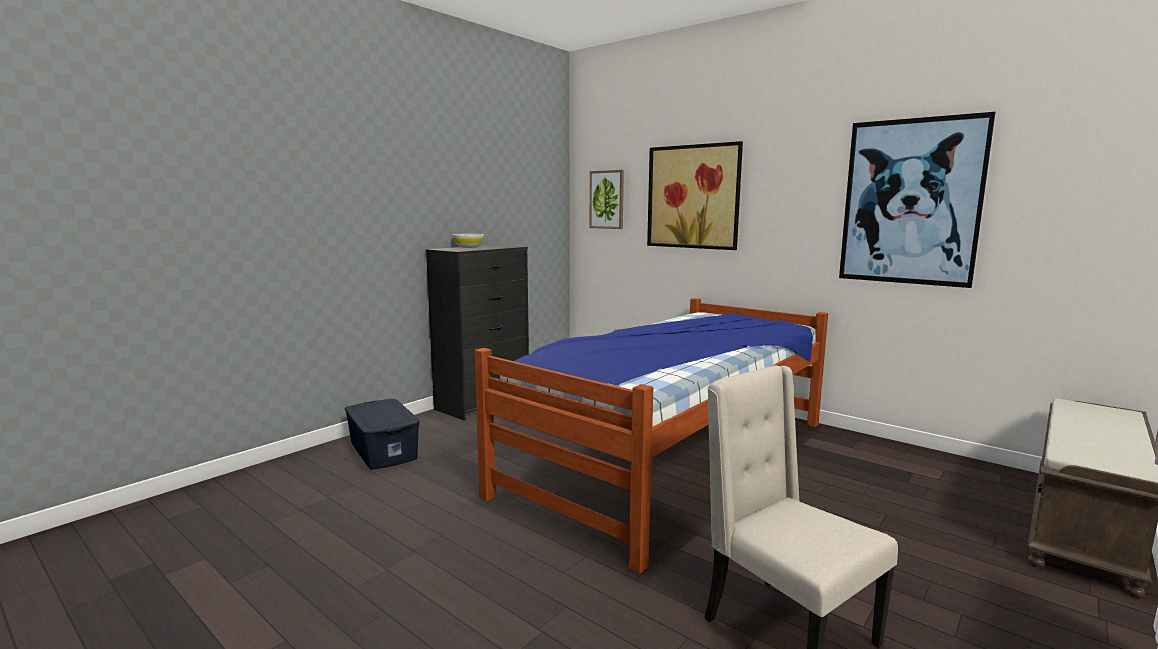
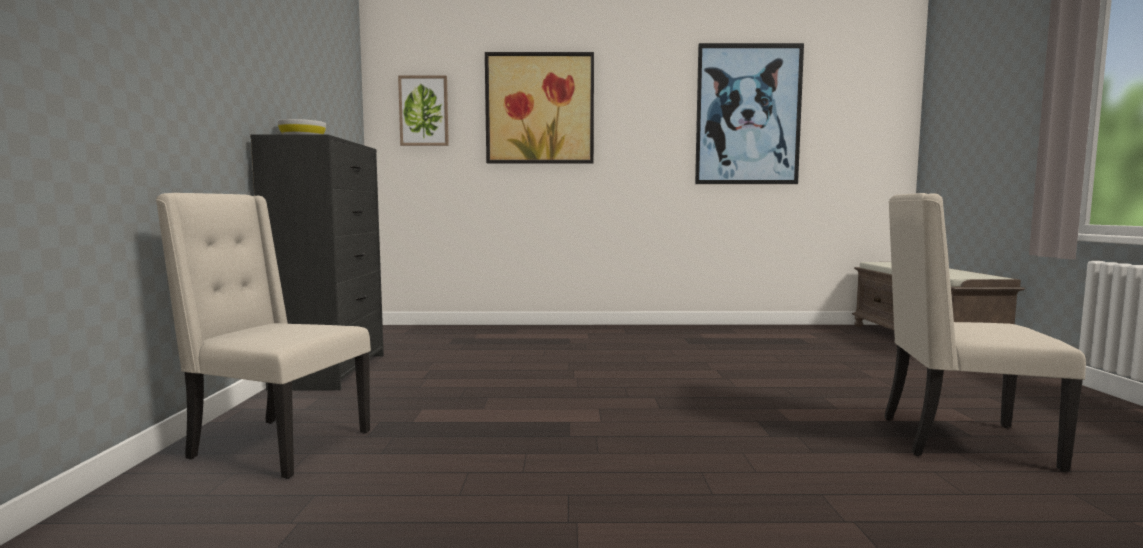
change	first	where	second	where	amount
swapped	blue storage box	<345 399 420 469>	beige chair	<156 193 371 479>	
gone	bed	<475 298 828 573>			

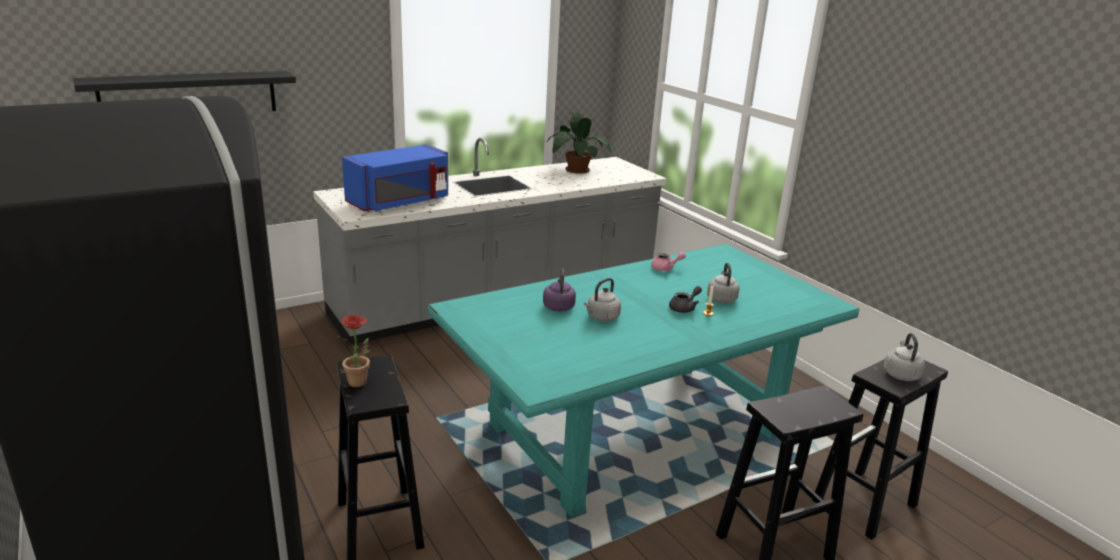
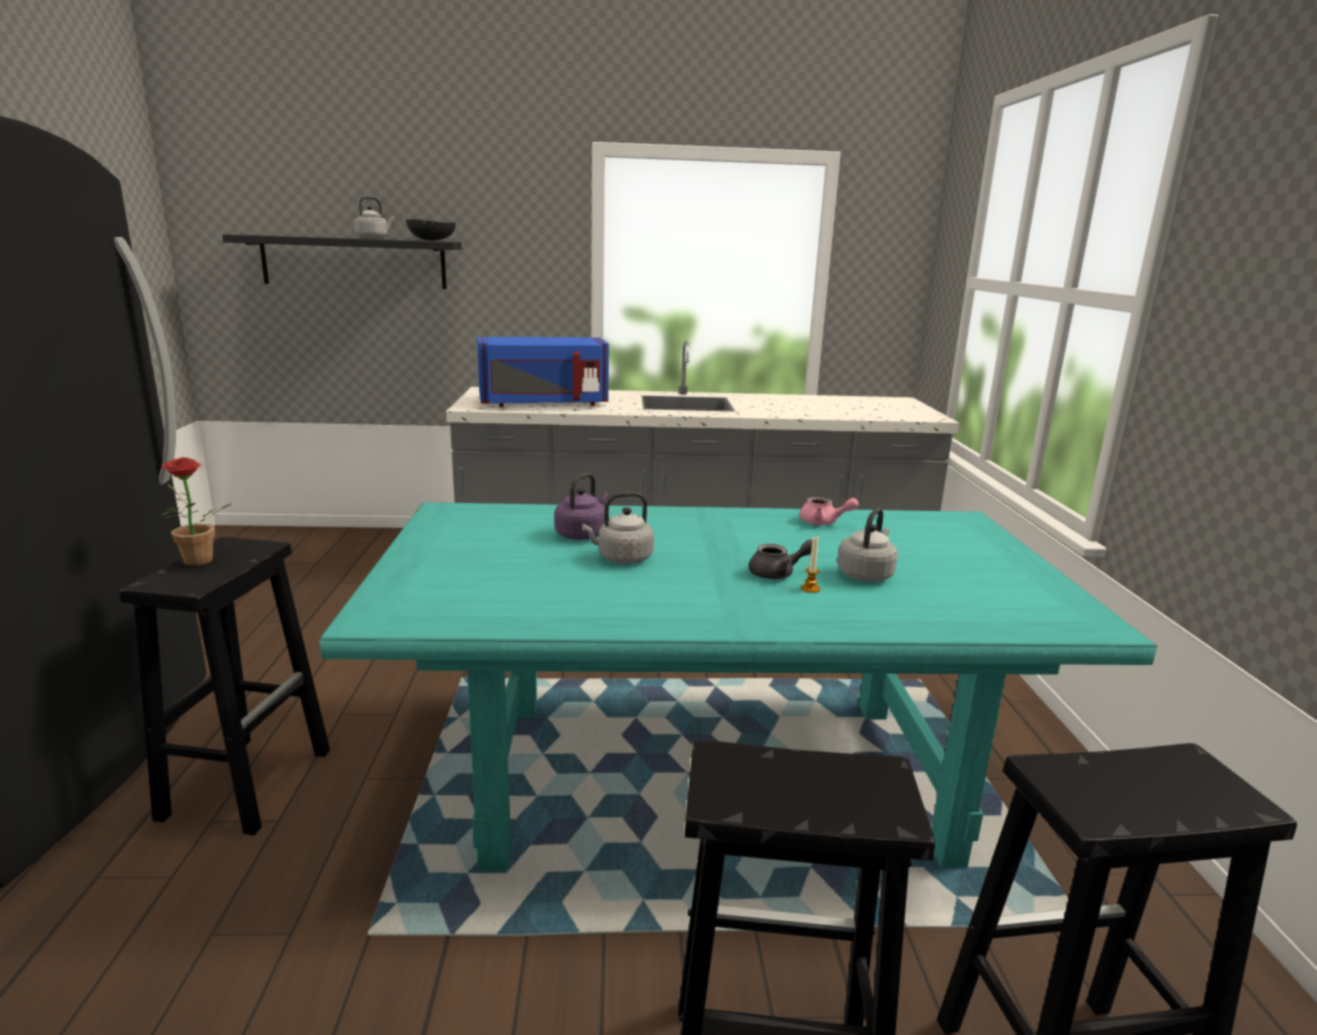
change	first	where	second	where	amount
gone	potted plant	<547 103 611 173>			
shifted	grey kettle	<884 333 925 381>		<354 196 394 239>	
new			black bowl	<406 219 456 241>	

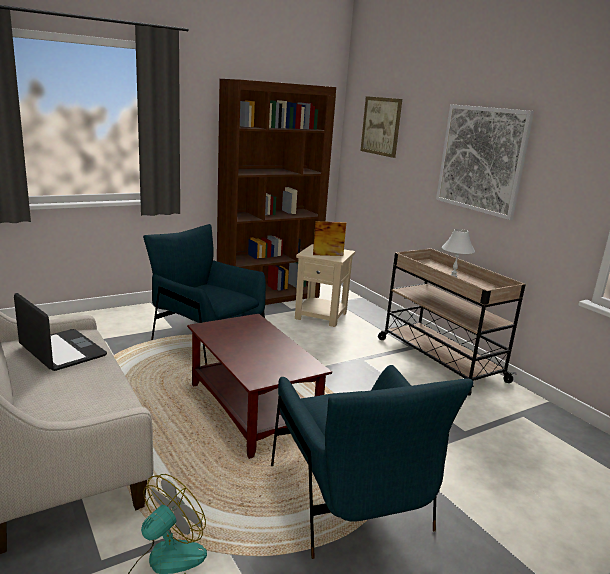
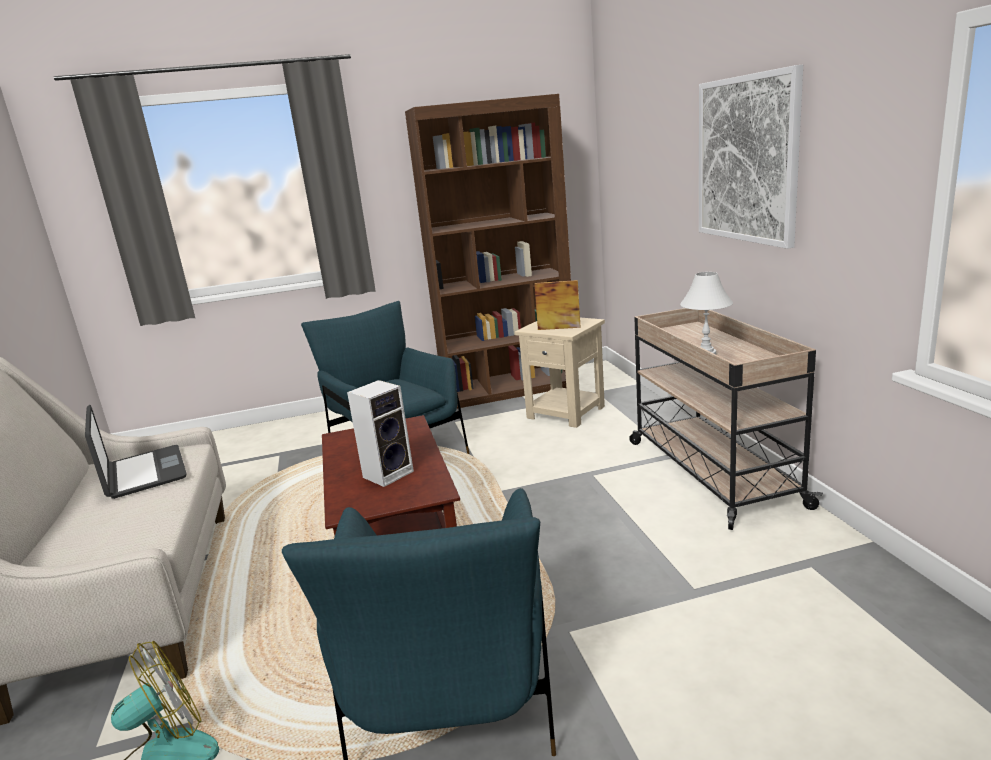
change	first	where	second	where	amount
gone	picture	<360 96 402 158>			
new			speaker	<347 380 414 487>	

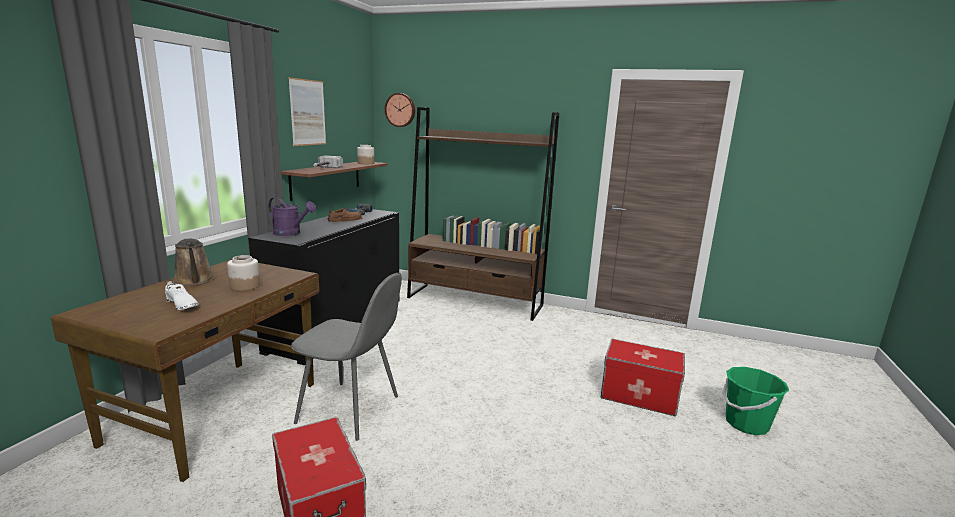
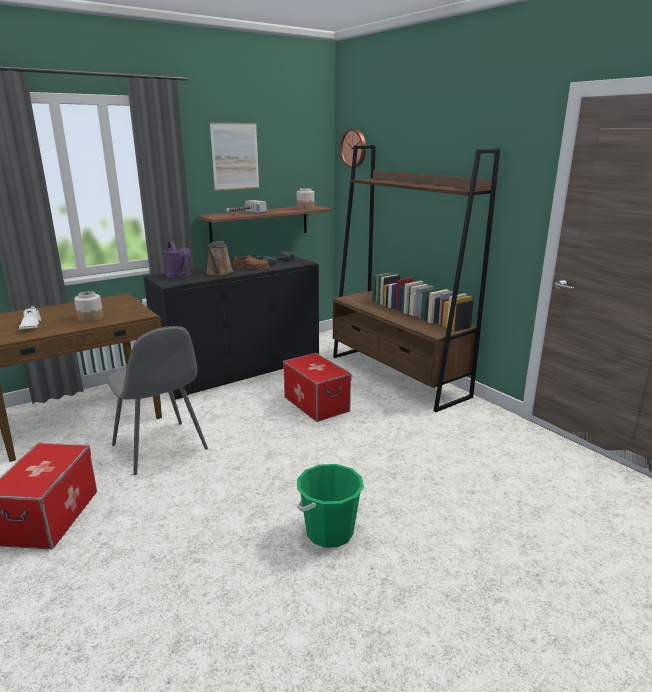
change	first	where	second	where	amount
shifted	brown watering can	<173 238 215 286>		<206 241 233 276>	
shifted	storage box	<601 339 685 416>		<283 353 352 422>	
shifted	green bucket	<722 367 789 435>		<297 464 364 548>	

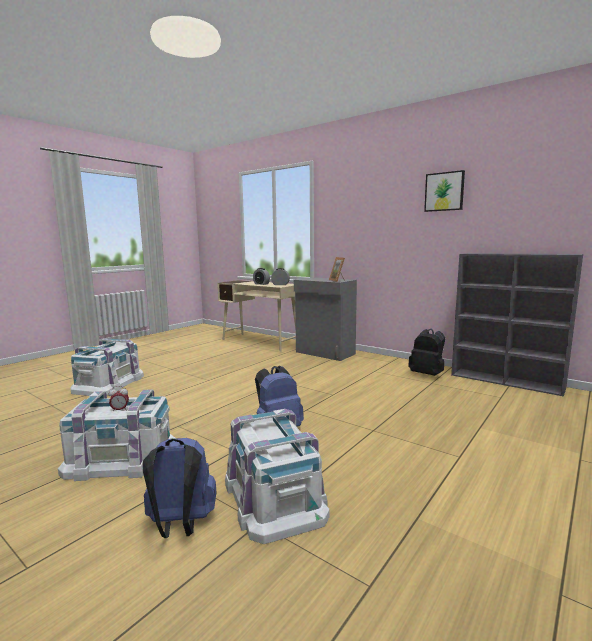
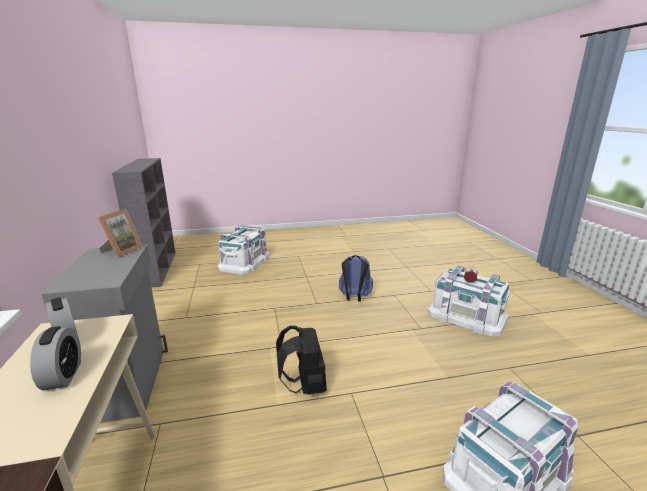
change	first	where	second	where	amount
gone	blue backpack	<143 438 216 538>			
shifted	white storage box	<225 409 330 544>		<218 225 270 275>	
shifted	black backpack	<408 329 445 376>		<276 325 327 394>	
gone	picture	<424 170 465 212>			

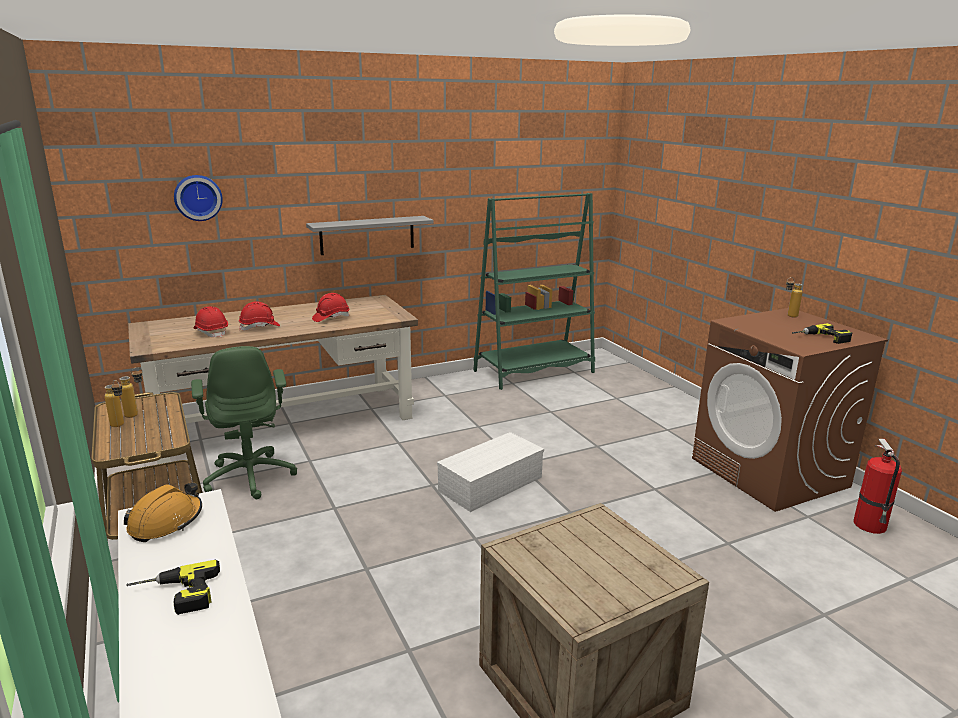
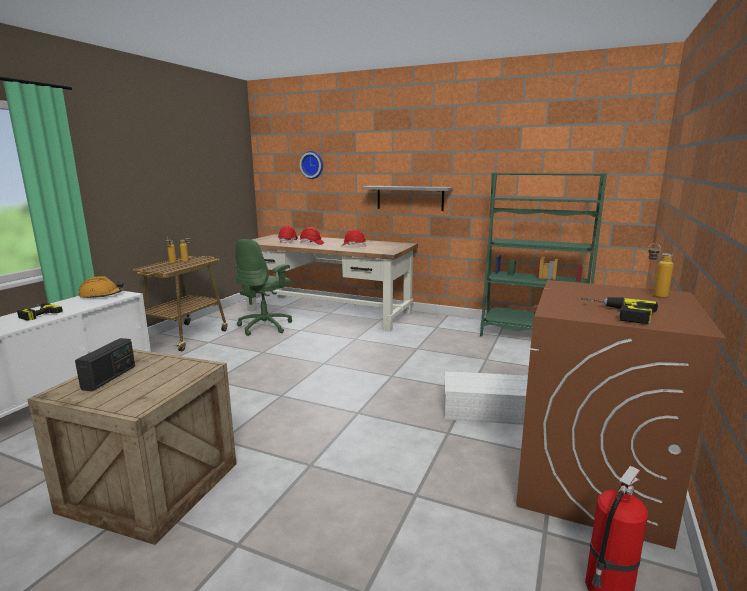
change	first	where	second	where	amount
shifted	white storage box	<437 432 544 512>		<444 371 528 425>	
new			radio	<75 338 135 391>	

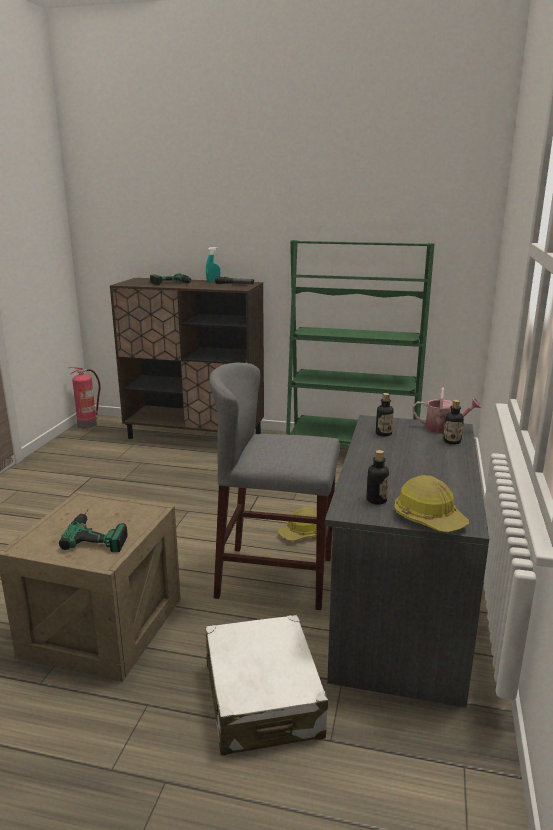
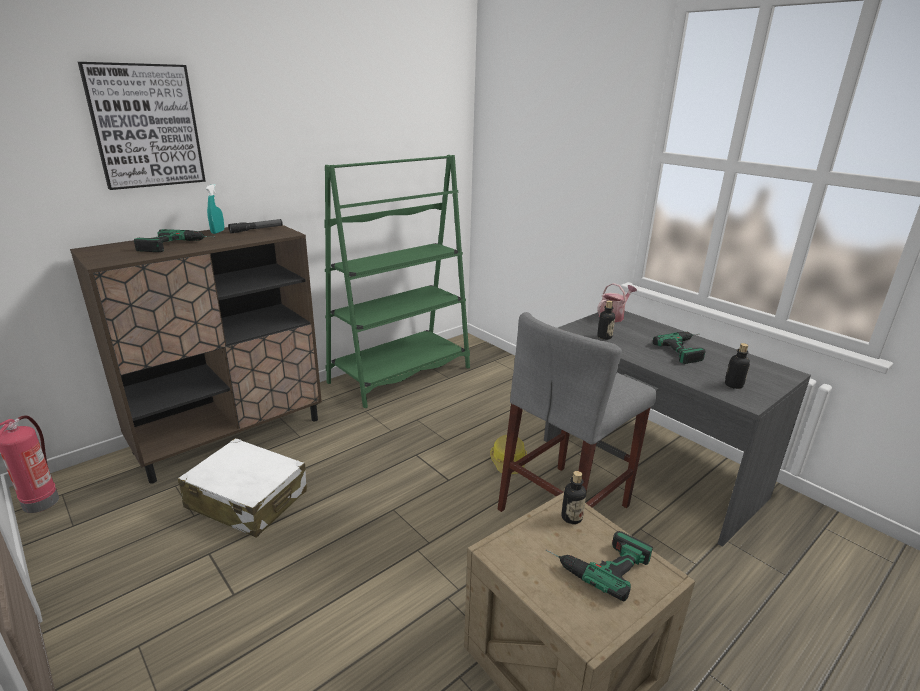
change	first	where	second	where	amount
shifted	white suitcase	<205 615 328 756>		<178 438 307 538>	
gone	hard hat	<394 475 469 532>			
shifted	bottle	<443 400 464 445>		<561 471 586 524>	
new			picture	<78 62 206 190>	
new			power drill	<653 332 705 364>	

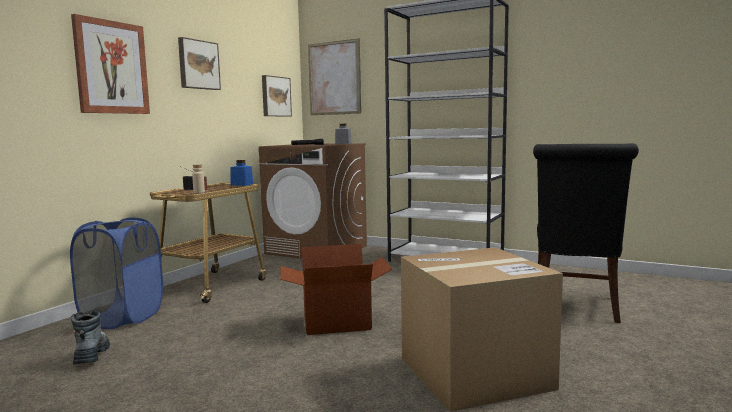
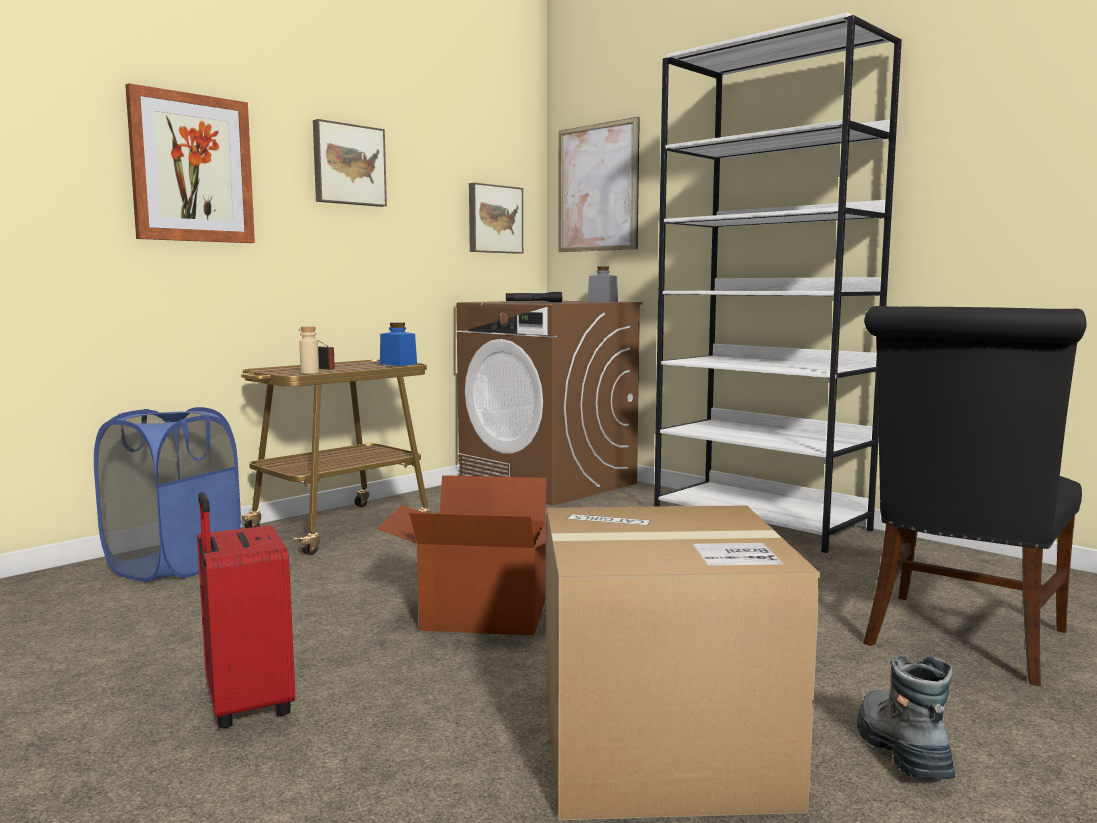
change	first	where	second	where	amount
shifted	boot	<71 311 110 365>		<857 654 955 779>	
new			red suitcase	<197 492 295 729>	

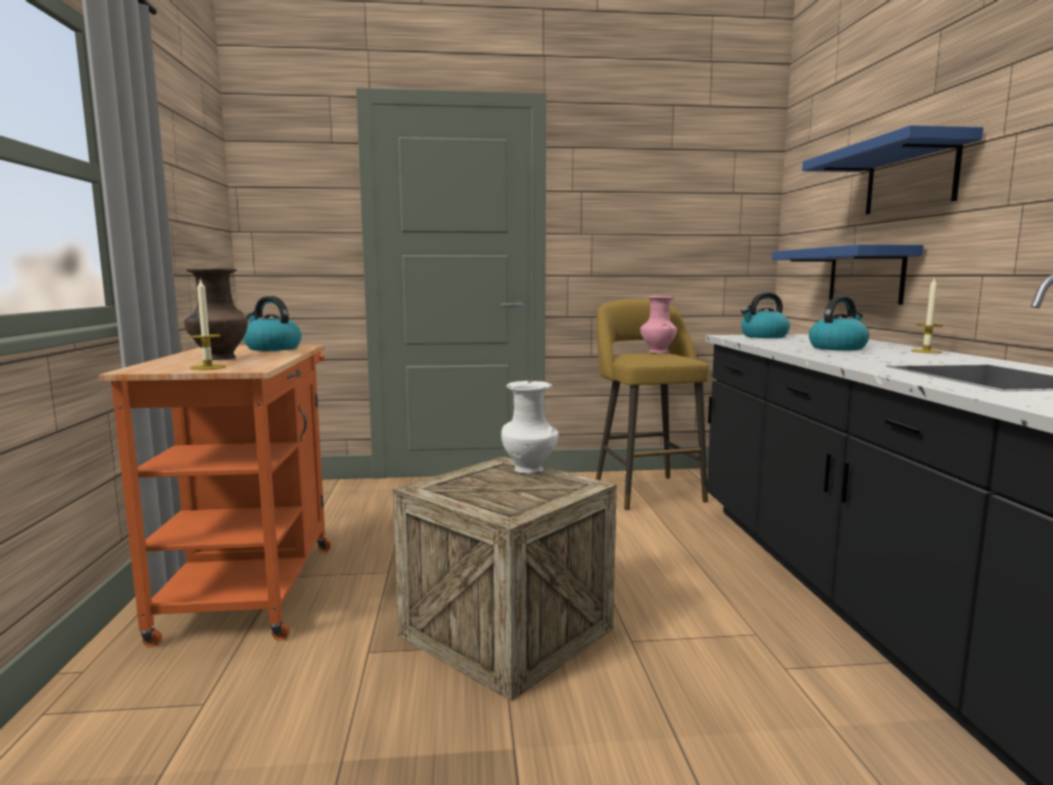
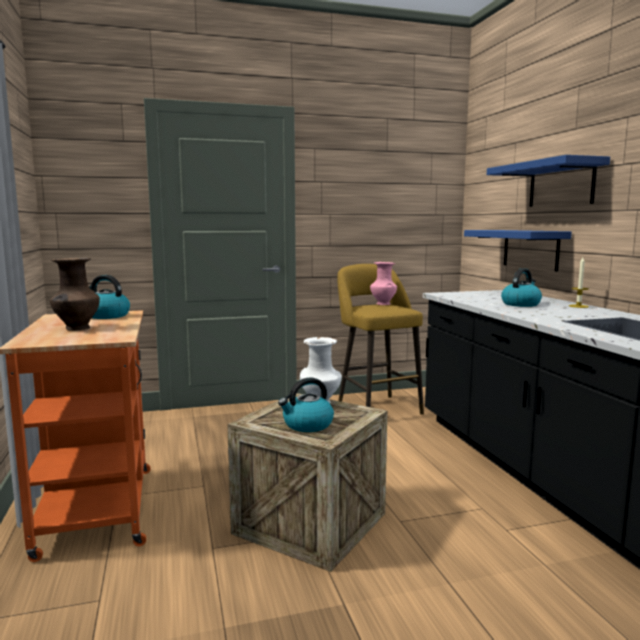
change	first	where	second	where	amount
gone	candle	<190 278 226 370>			
shifted	kettle	<741 292 790 338>		<278 377 334 432>	

